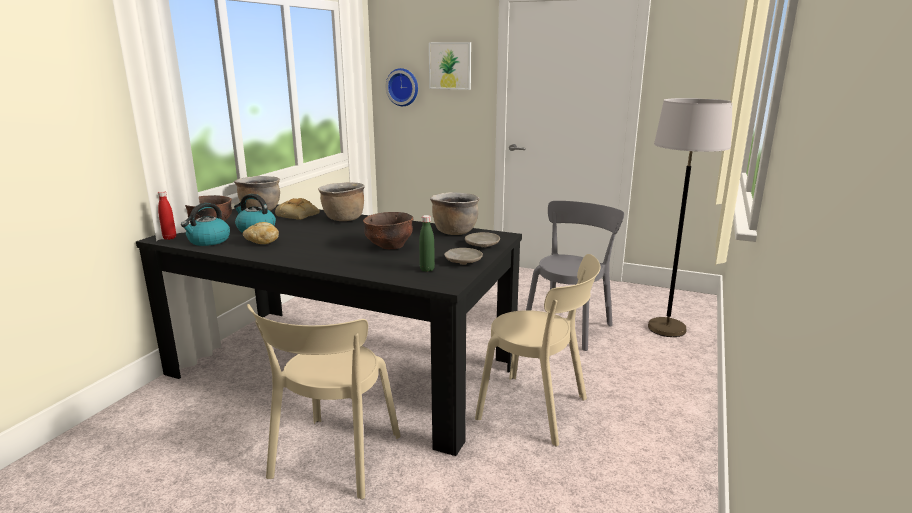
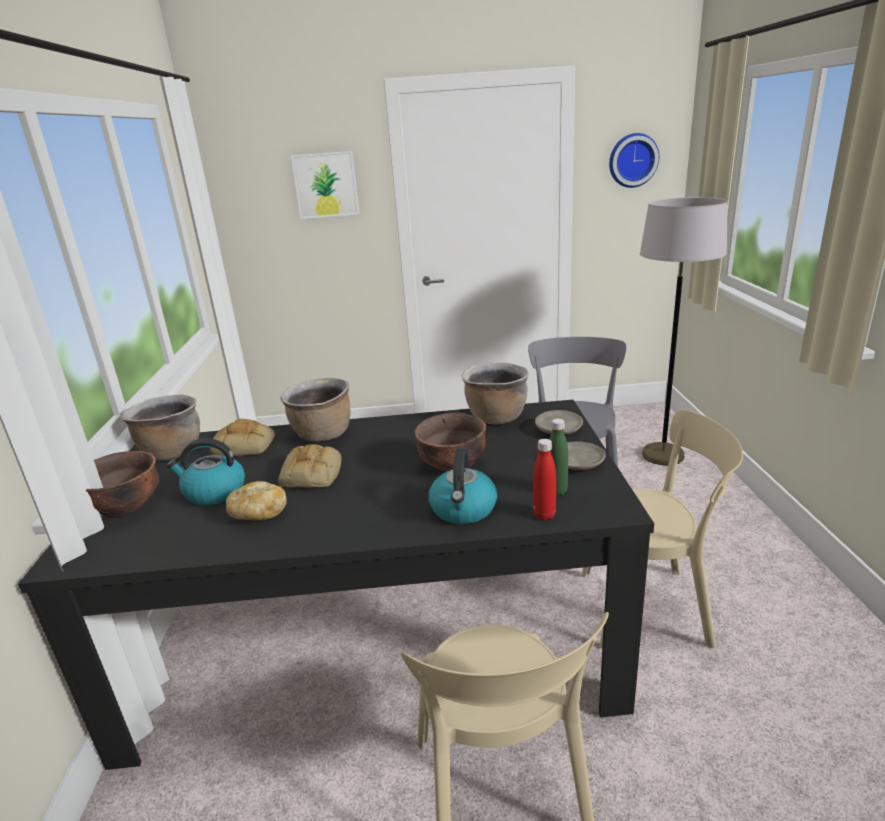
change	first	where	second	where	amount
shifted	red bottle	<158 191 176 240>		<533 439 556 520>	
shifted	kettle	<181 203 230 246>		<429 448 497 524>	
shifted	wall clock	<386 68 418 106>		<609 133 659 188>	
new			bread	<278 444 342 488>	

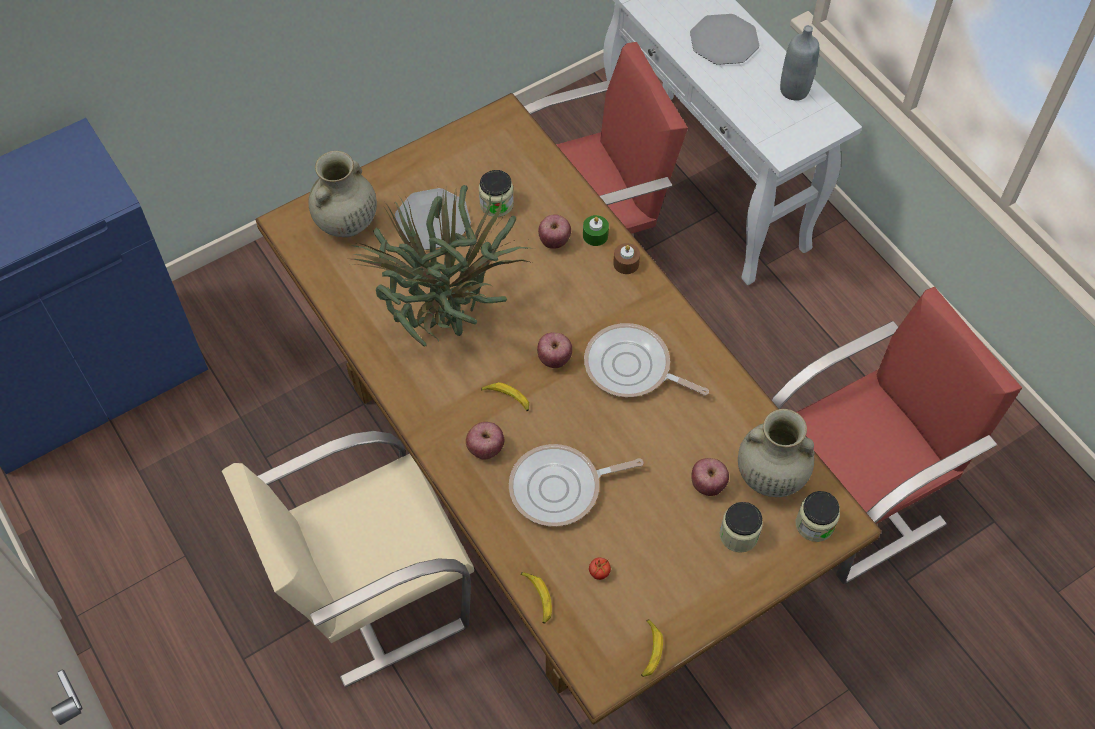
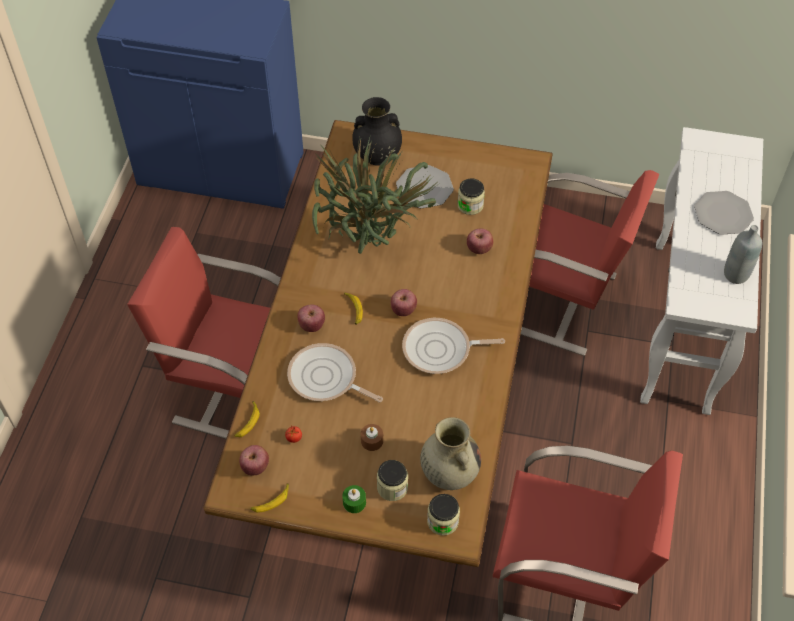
change	first	where	second	where	amount
repainted	beige chair	<222 431 474 687>	red chair	<127 227 281 439>	
repainted	beige vase	<308 151 377 237>	black vase	<352 97 402 166>	
shifted	green candle	<583 215 609 246>		<342 485 366 513>	
rotated	frying pan	<584 323 709 397>		<402 318 505 374>	75 degrees counterclockwise
shifted	brown candle	<613 243 640 274>		<361 424 383 451>	
shifted	apple	<691 458 729 496>		<239 445 269 475>	

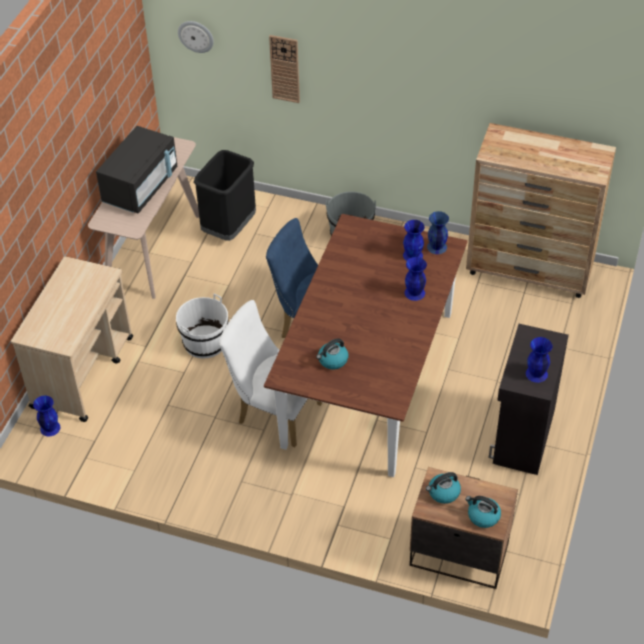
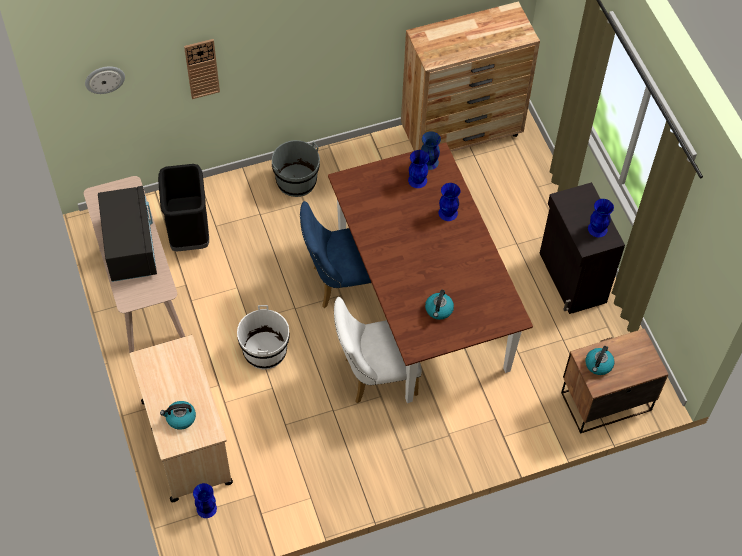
change	first	where	second	where	amount
shifted	kettle	<465 496 501 528>		<160 401 196 430>	

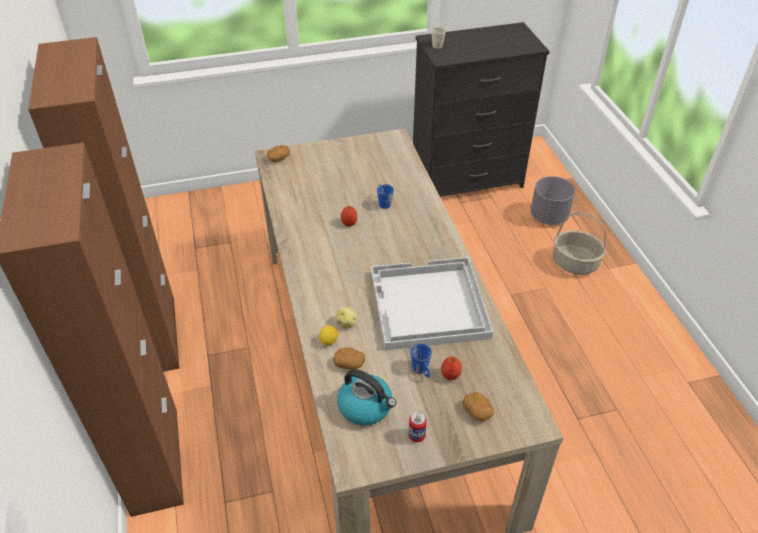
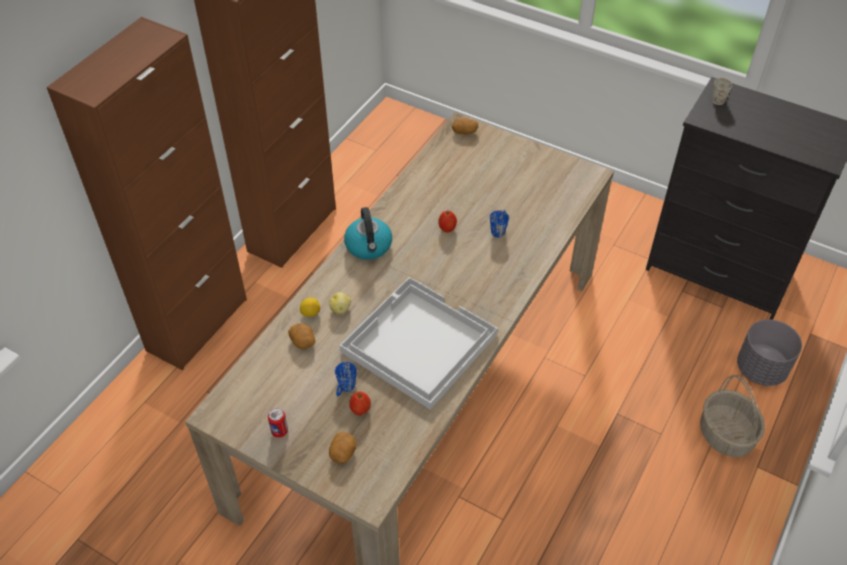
change	first	where	second	where	amount
shifted	kettle	<337 369 396 426>		<344 207 392 260>	

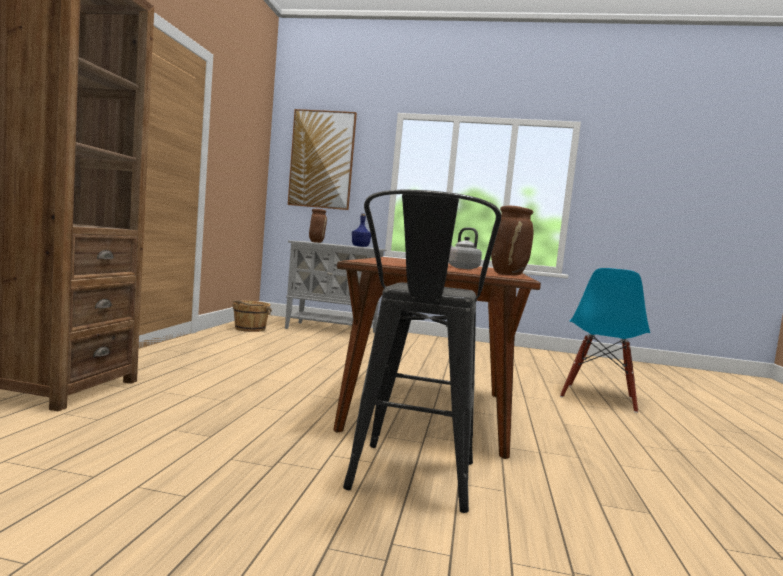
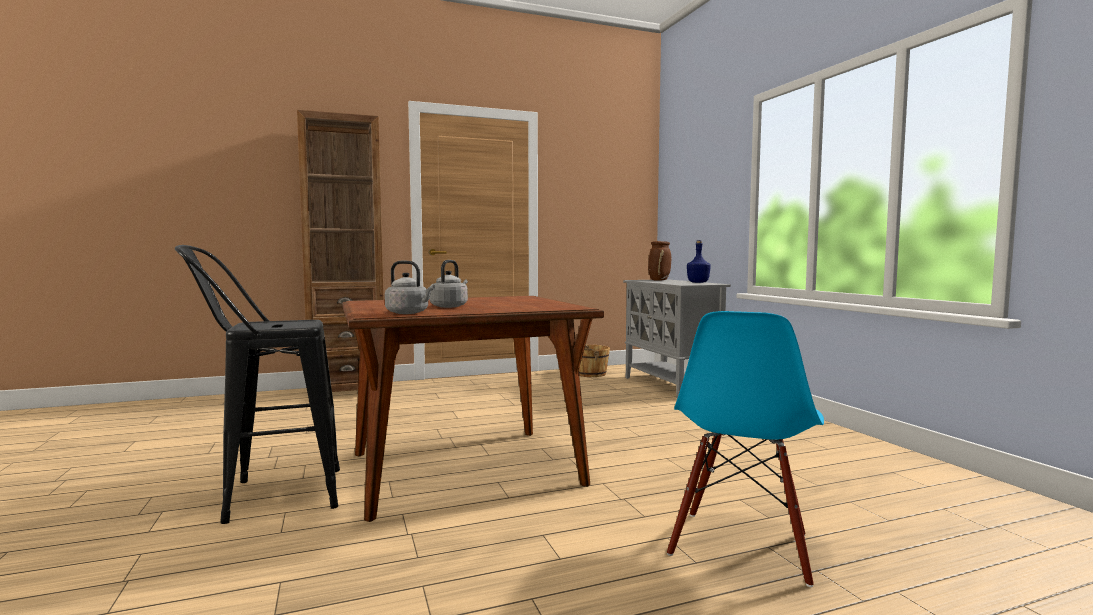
change	first	where	second	where	amount
gone	picture	<288 109 357 210>			
swapped	brown vase	<491 206 533 275>	grey kettle	<385 261 435 314>	
rotated	blue chair	<560 268 650 413>		<667 311 824 587>	60 degrees counterclockwise

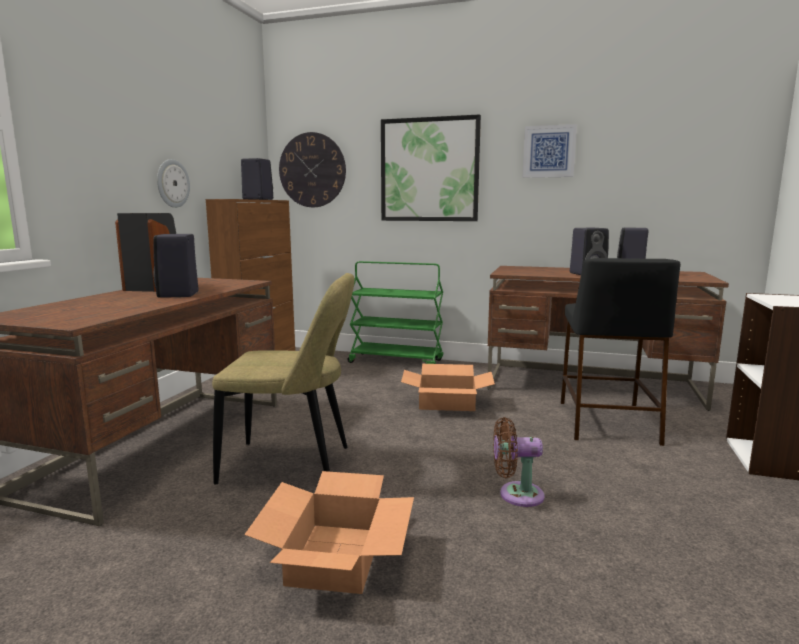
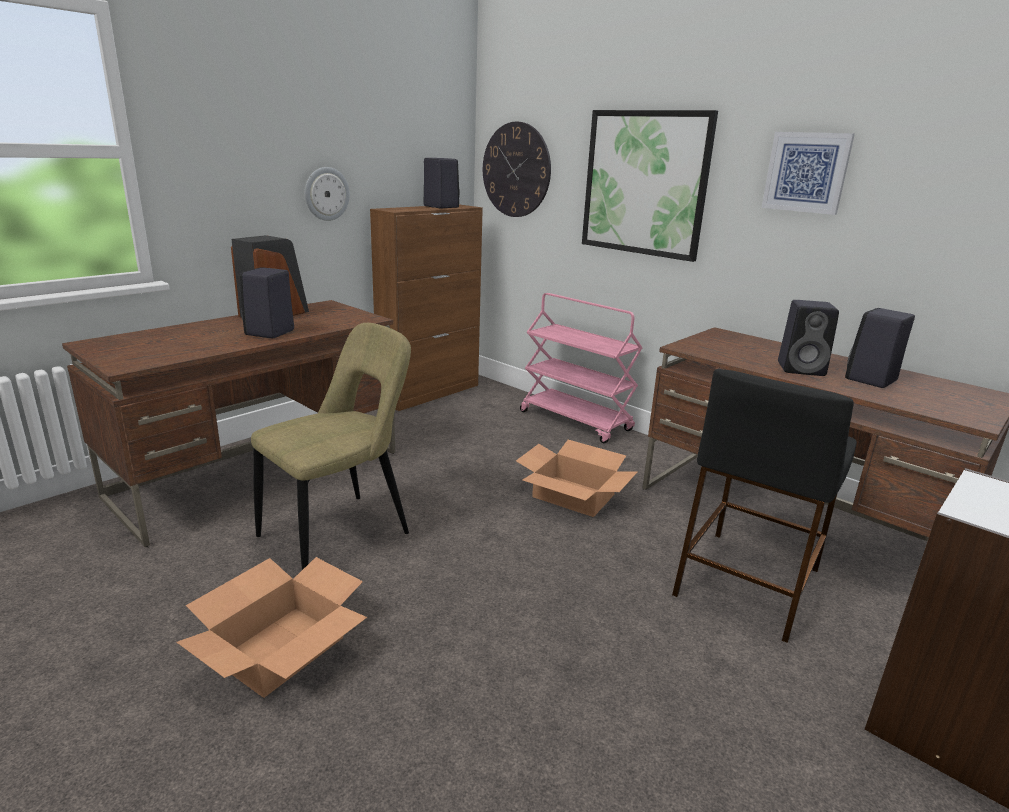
change	first	where	second	where	amount
rotated	beige chair	<212 273 354 484>		<251 323 411 570>	75 degrees counterclockwise
repainted	green cart	<348 261 443 364>	pink cart	<520 293 643 443>	
gone	brown fan	<493 417 545 507>			

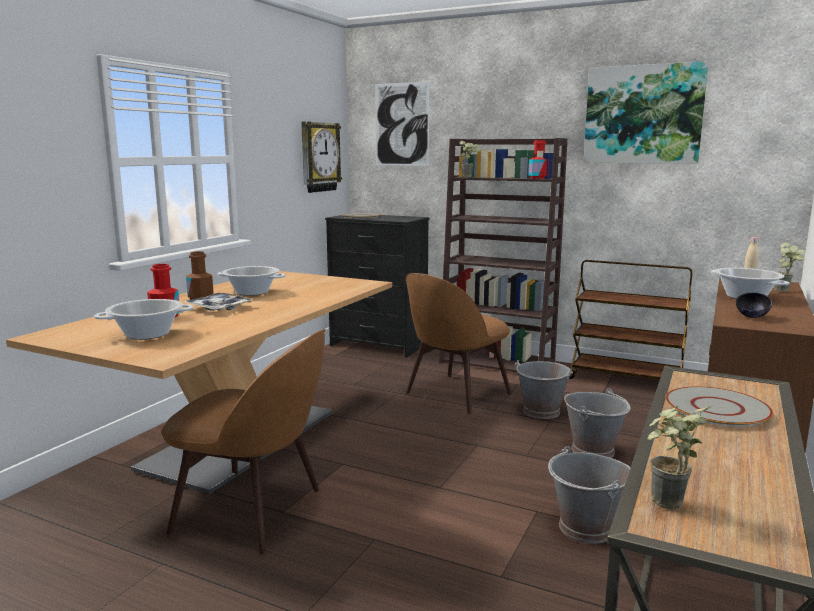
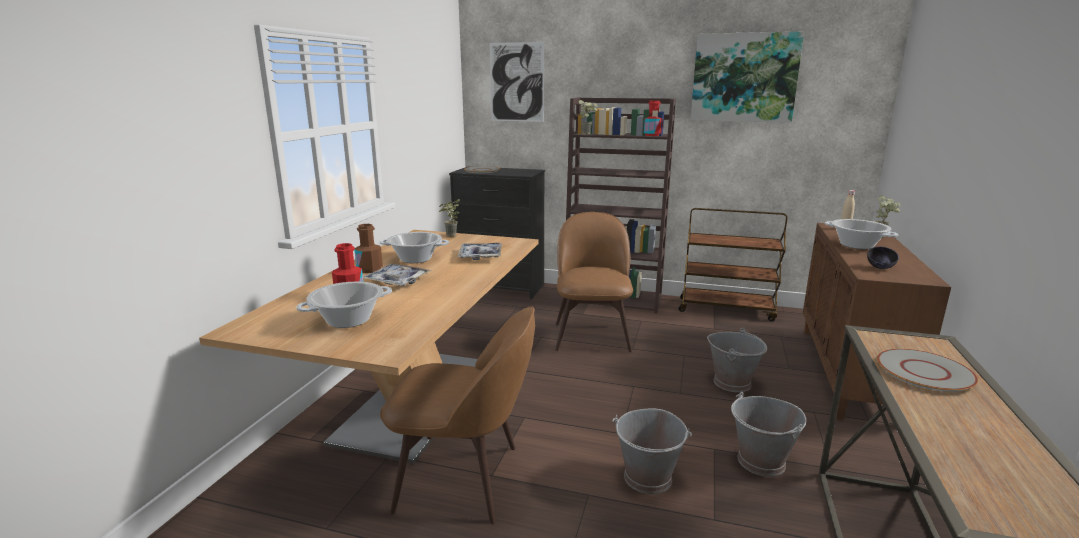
change	first	where	second	where	amount
gone	wall clock	<301 122 342 193>			
rotated	brown chair	<406 273 512 414>		<555 212 633 352>	150 degrees clockwise
shifted	grey bucket	<515 360 573 419>		<612 408 692 494>	
shifted	potted plant	<647 404 711 510>		<439 200 460 237>	
new			tray	<458 243 502 260>	

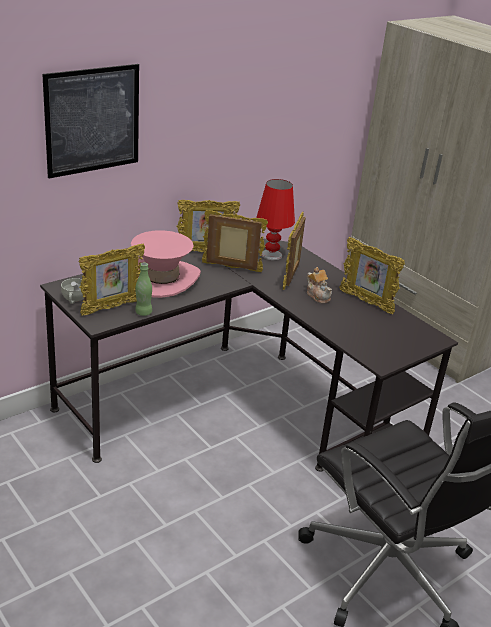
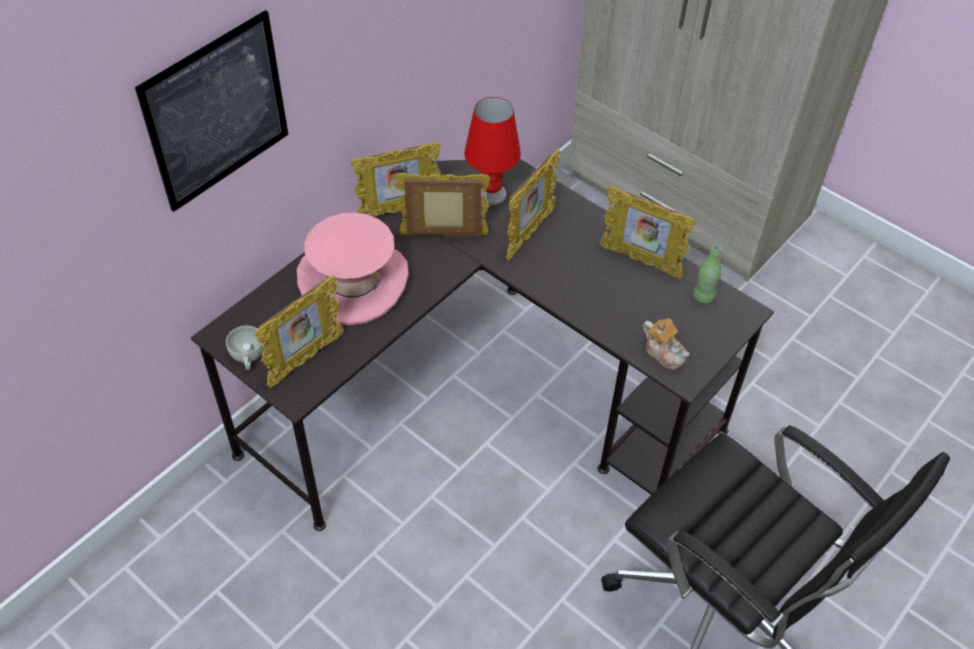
change	first	where	second	where	amount
shifted	green bottle	<135 262 152 316>		<693 244 722 304>	
rotated	picture frame	<283 212 306 290>		<506 149 560 260>	150 degrees counterclockwise
shifted	teapot	<307 267 332 304>		<643 318 690 370>	

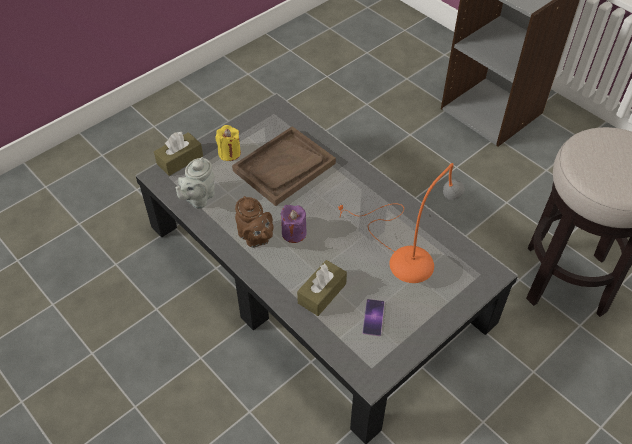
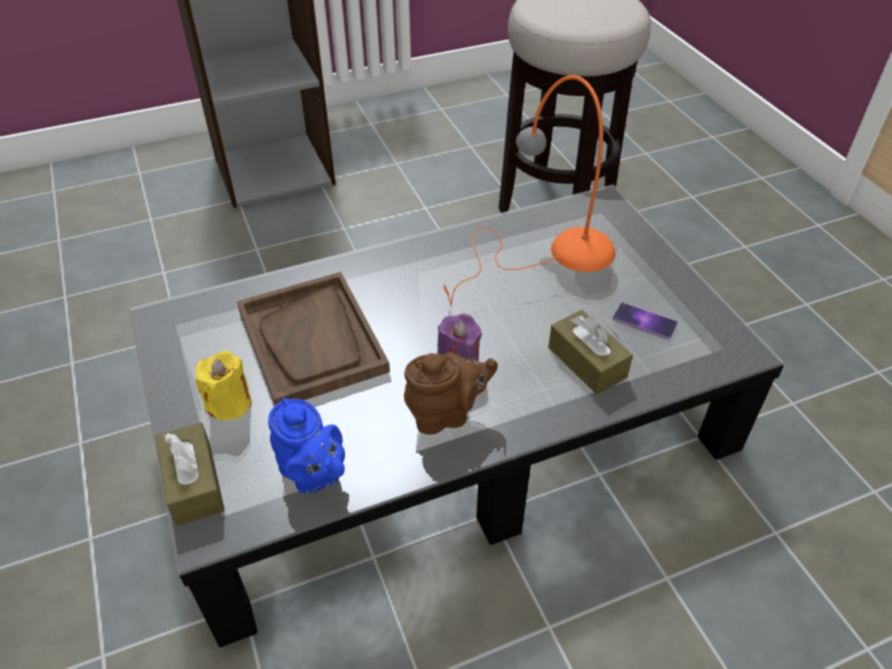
change	first	where	second	where	amount
repainted	grey teapot	<175 157 215 209>	blue teapot	<268 398 345 495>	

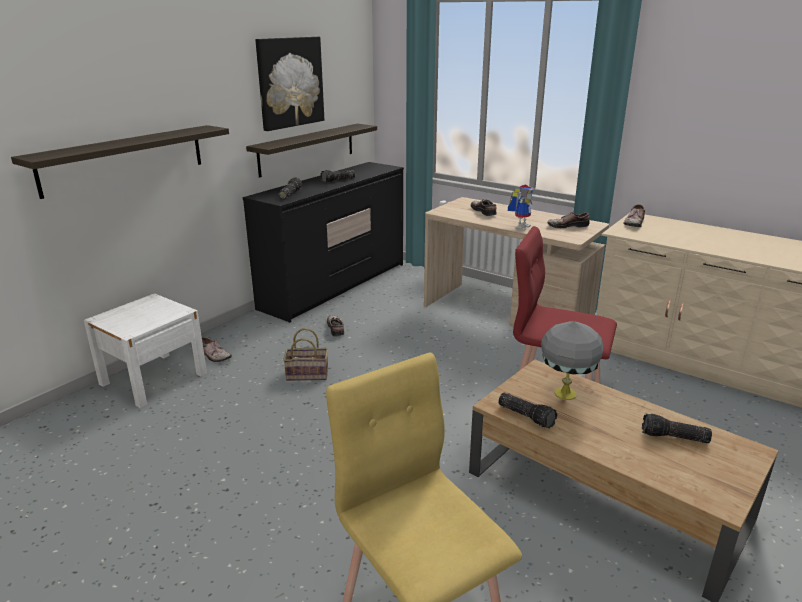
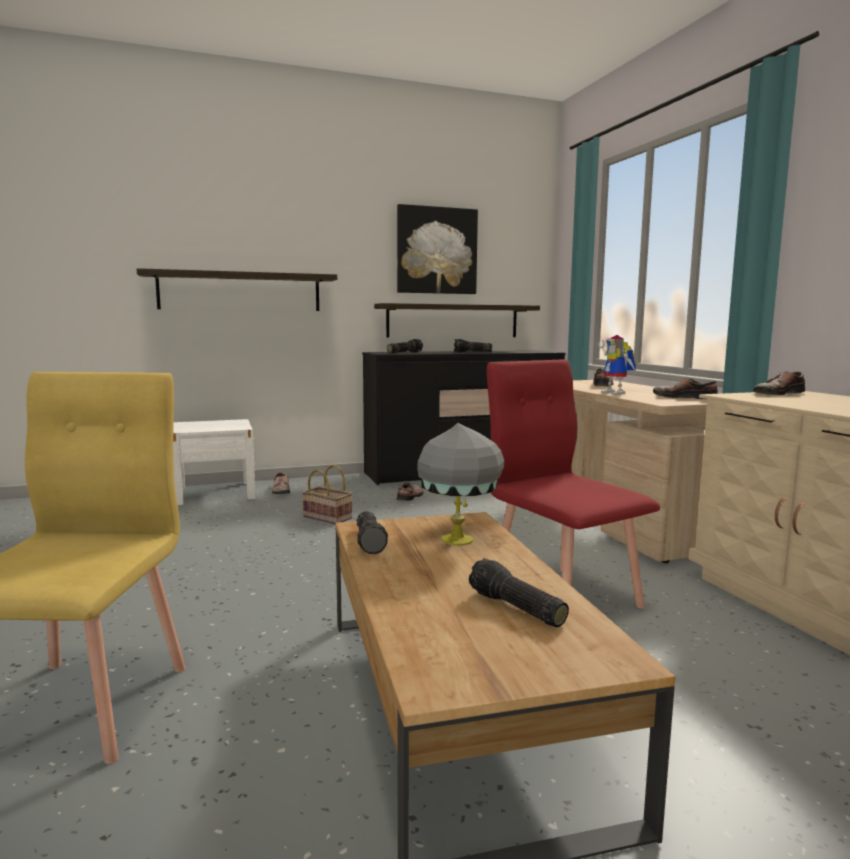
change	first	where	second	where	amount
rotated	toy robot	<508 185 533 231>		<598 335 637 395>	90 degrees clockwise

